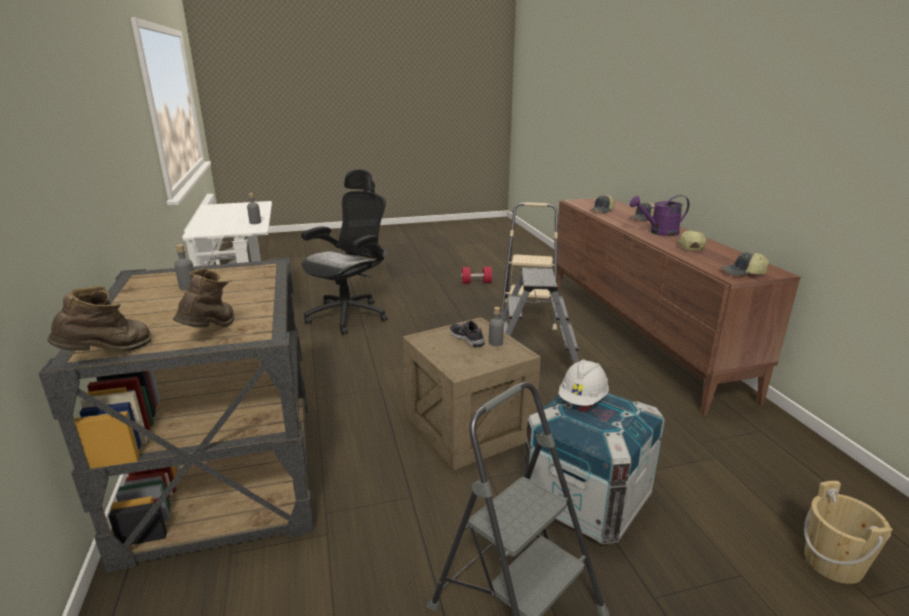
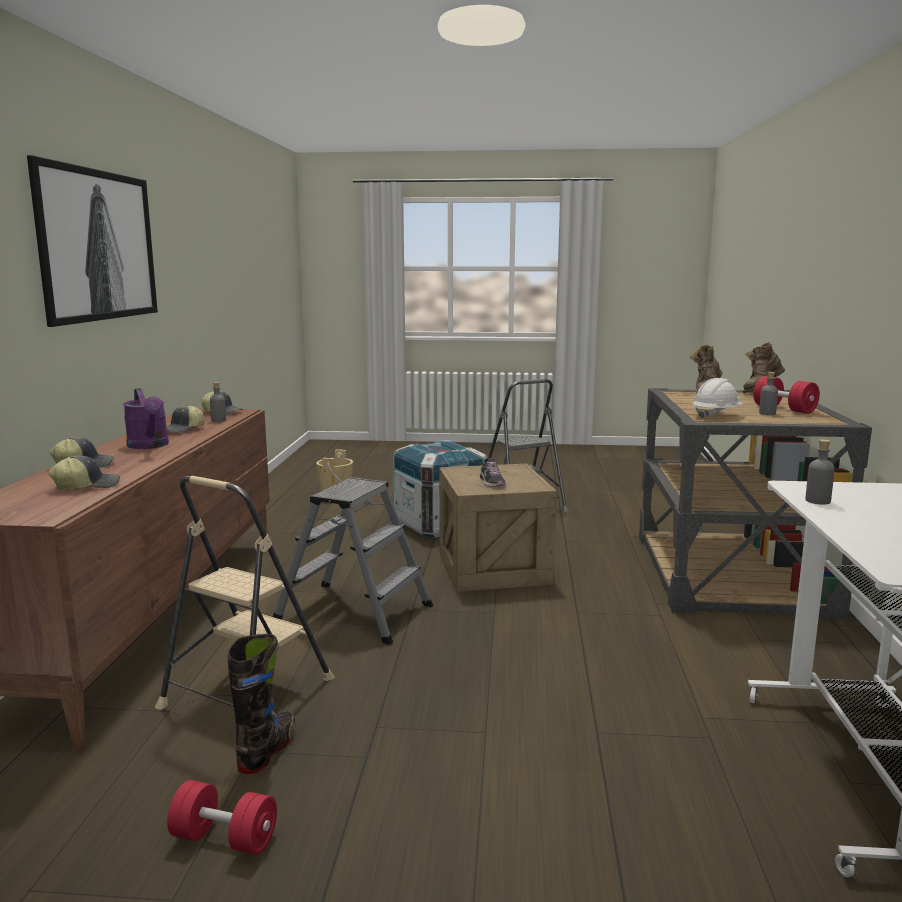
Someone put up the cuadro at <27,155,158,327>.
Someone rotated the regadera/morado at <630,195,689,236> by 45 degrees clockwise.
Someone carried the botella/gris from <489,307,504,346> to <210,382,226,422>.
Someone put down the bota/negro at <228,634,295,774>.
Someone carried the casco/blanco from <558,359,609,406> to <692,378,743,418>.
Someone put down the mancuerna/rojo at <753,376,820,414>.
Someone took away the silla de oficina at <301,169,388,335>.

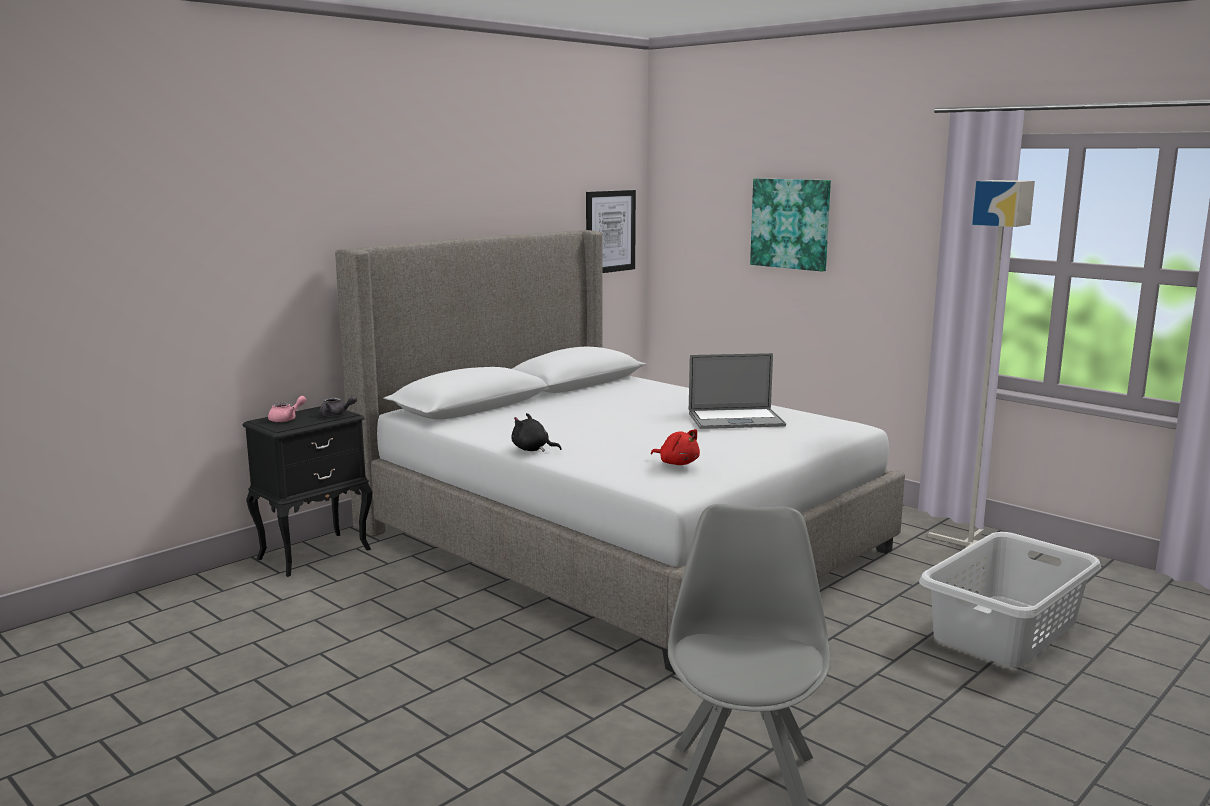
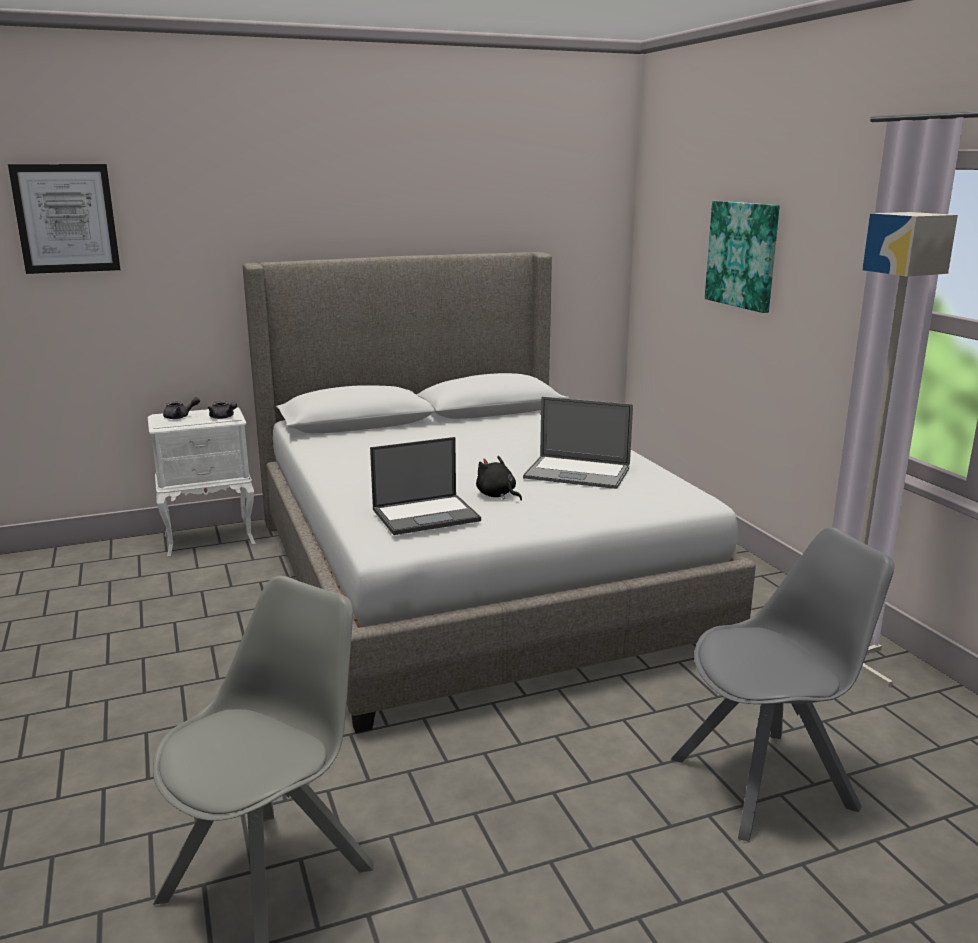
Someone carried the cuadro from <586,190,636,273> to <8,164,121,274>.
Someone repainted the mesita de noche/negro at <243,406,372,577>, which became the mesita de noche/blanco at <148,407,256,556>.
Someone repainted the tetera/rosa at <268,396,306,422>, which became the tetera/gris at <163,397,200,419>.
Someone swapped the peluche/rojo at <651,429,700,465> for the portátil at <370,437,481,535>.
Someone carried the peluche/negro from <511,413,562,452> to <476,456,522,501>.
Someone swapped the cesto de la ropa/gris at <919,532,1101,667> for the silla/gris at <671,527,894,842>.

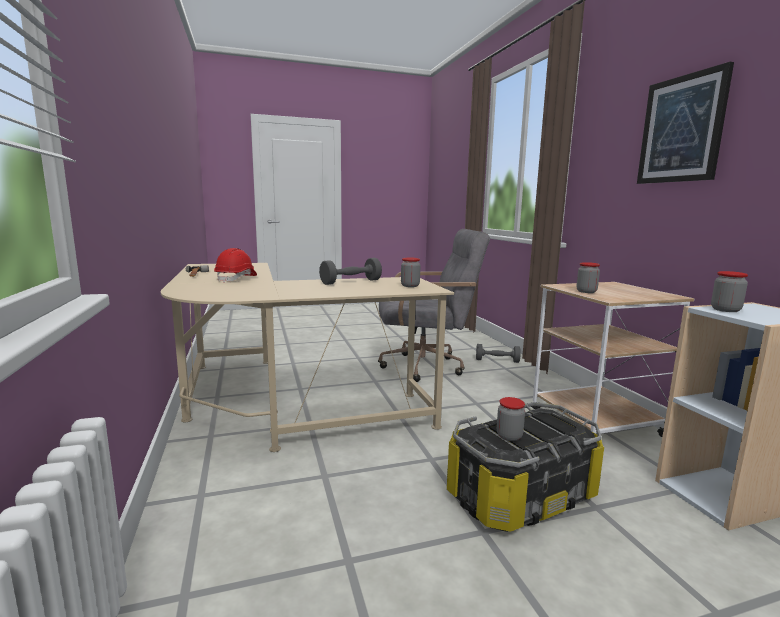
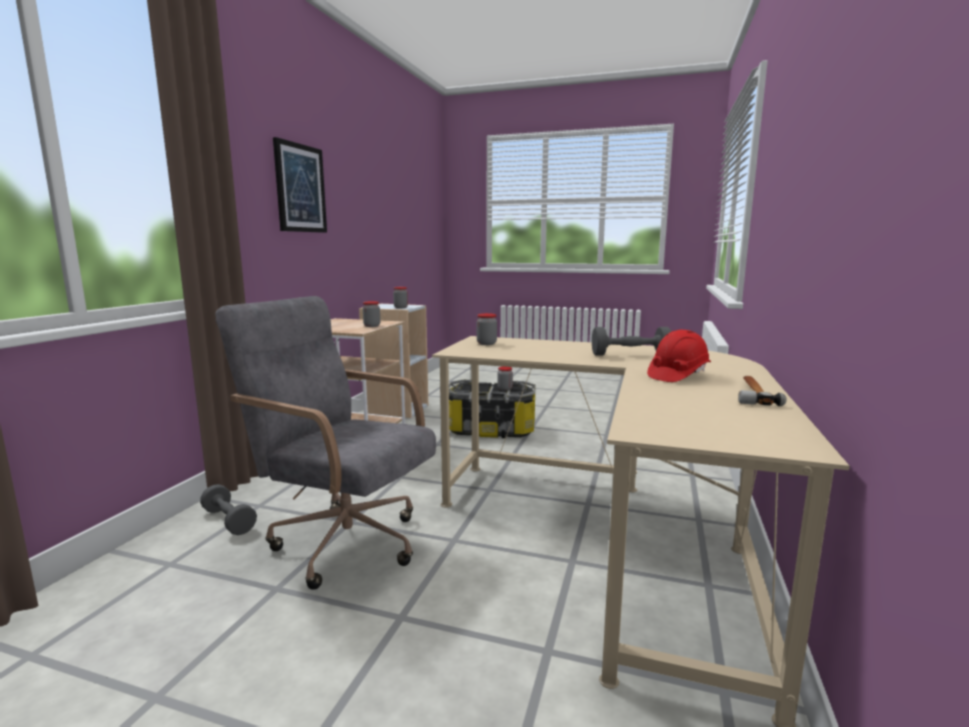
Someone carried the mancuerna/gris from <319,258,382,285> to <592,327,671,356>.

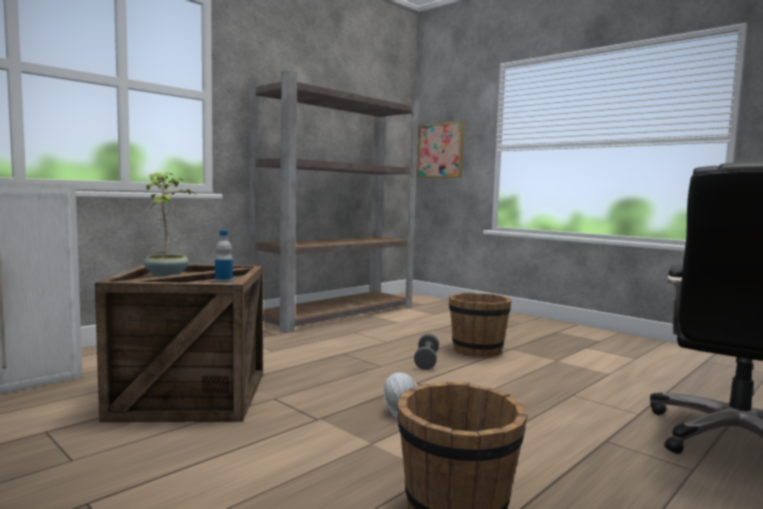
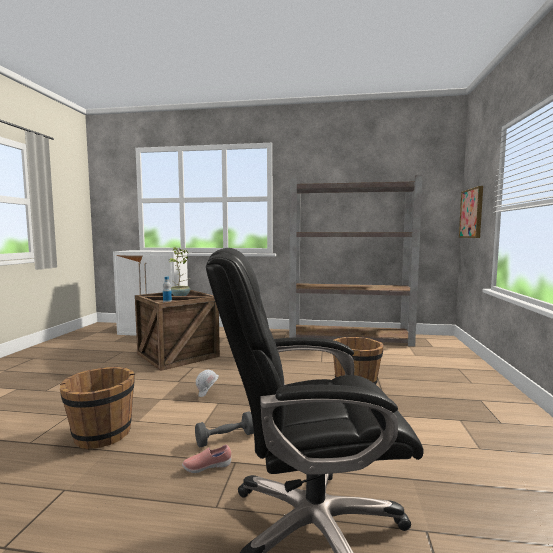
Someone put down the zapato/rosa at <182,445,231,473>.
Someone carried the mancuerna/gris from <414,334,439,370> to <195,411,254,447>.

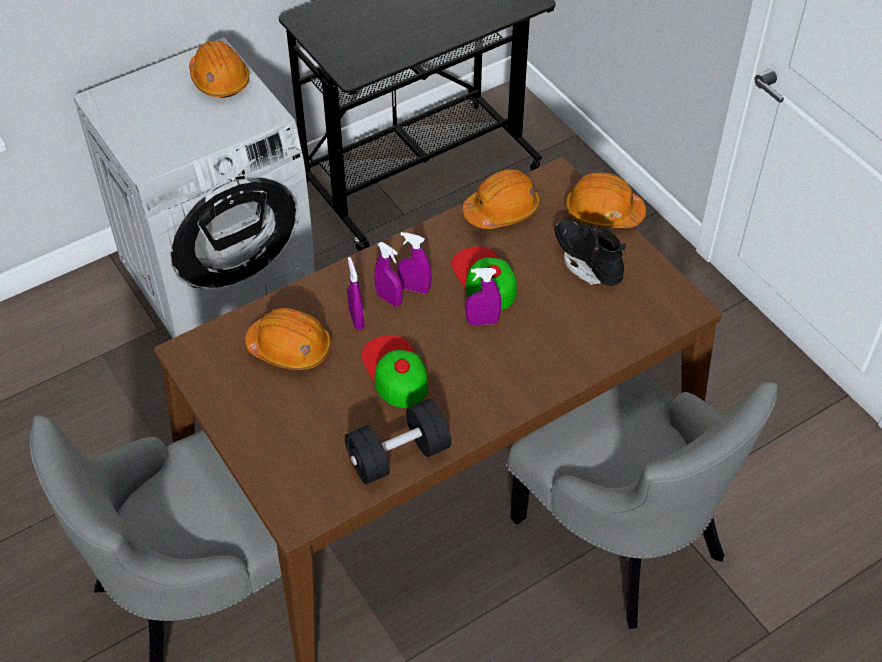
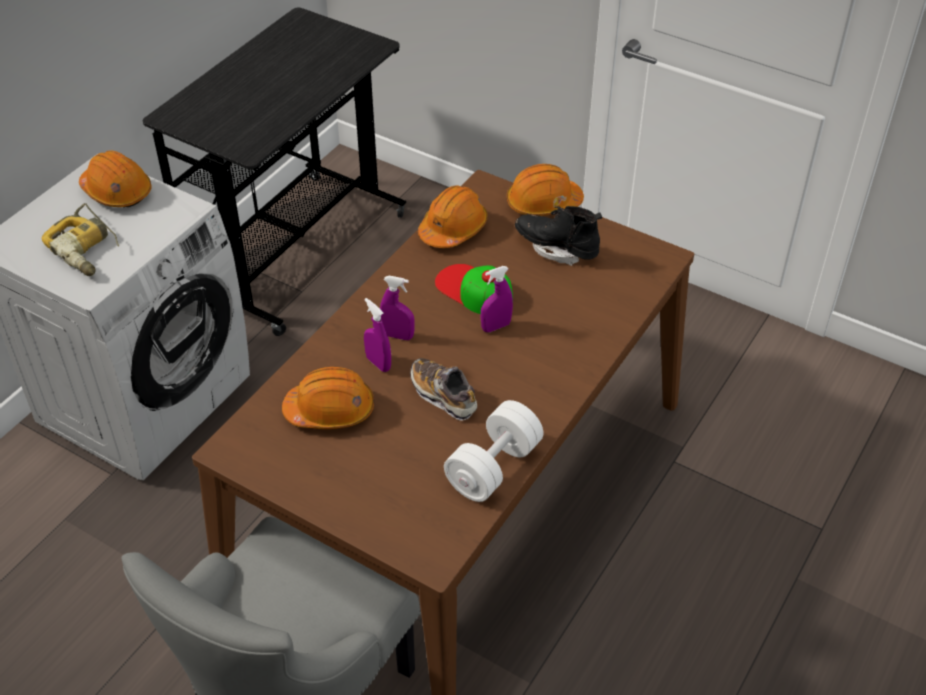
Someone put down the taladro at <41,203,119,276>.
Someone swapped the gorra at <361,335,428,408> for the zapato at <410,358,477,421>.
Someone repainted the mancuerna/negro at <345,399,451,484>, which became the mancuerna/blanco at <444,400,543,502>.
Someone took away the pulverizador/morado at <397,232,432,294>.
Someone took away the silla/gris at <506,372,778,629>.

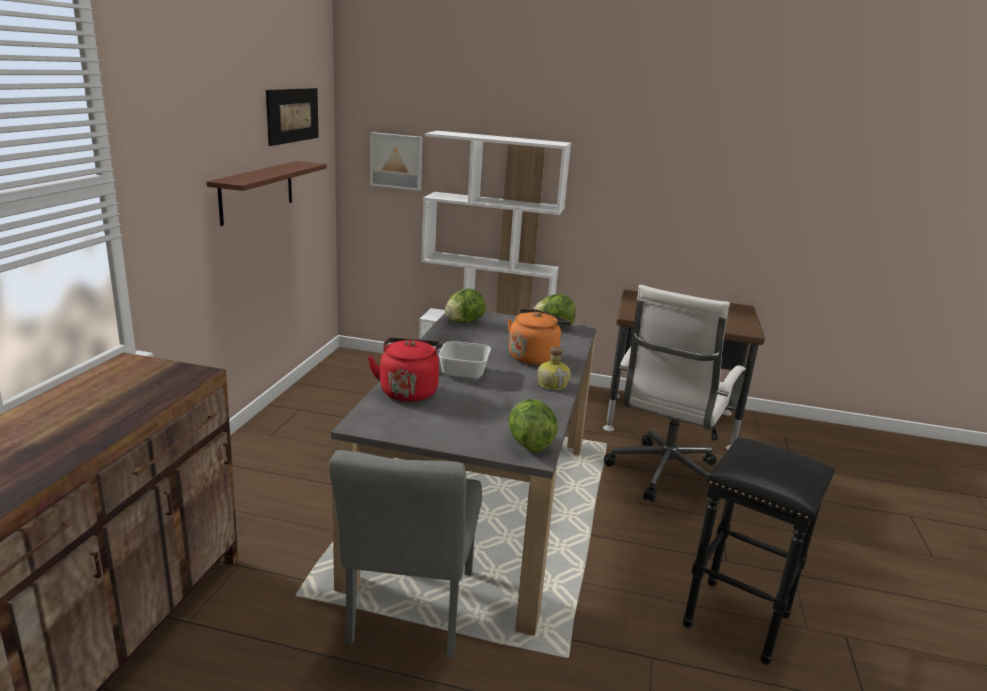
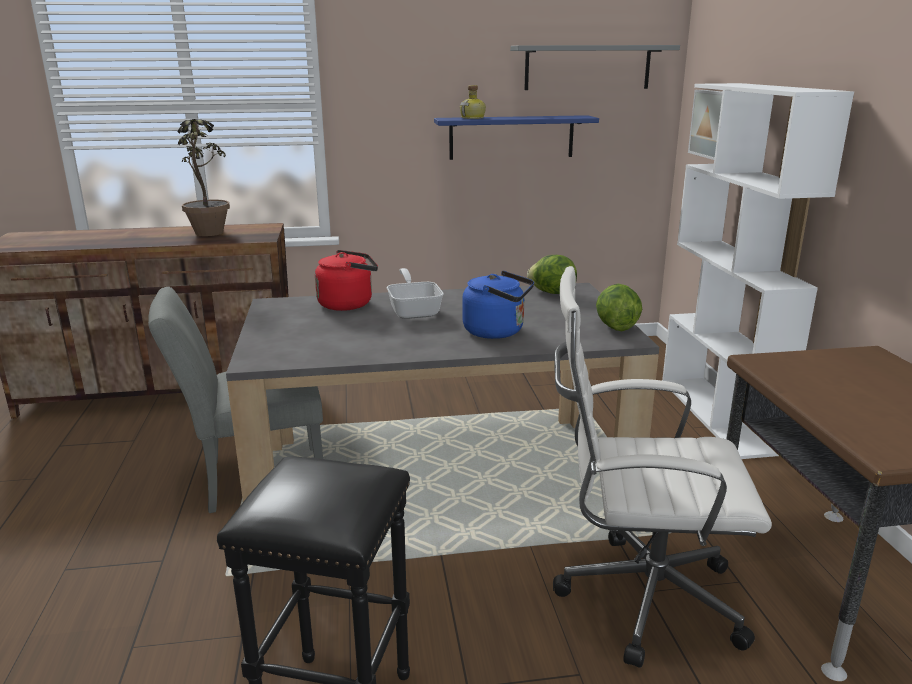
Someone put down the planta en maceta at <178,119,230,236>.
Someone repainted the estante/marrón at <207,161,327,226>, which became the estante/azul at <434,115,599,160>.
Someone carried the botella from <538,346,571,390> to <460,85,486,119>.
Someone repainted the hervidor/naranja at <507,309,571,365>, which became the hervidor/azul at <462,271,534,339>.
Someone swapped the cuadro at <266,88,319,146> for the estante/gris at <510,45,680,90>.
Someone took away the lechuga at <508,399,558,452>.

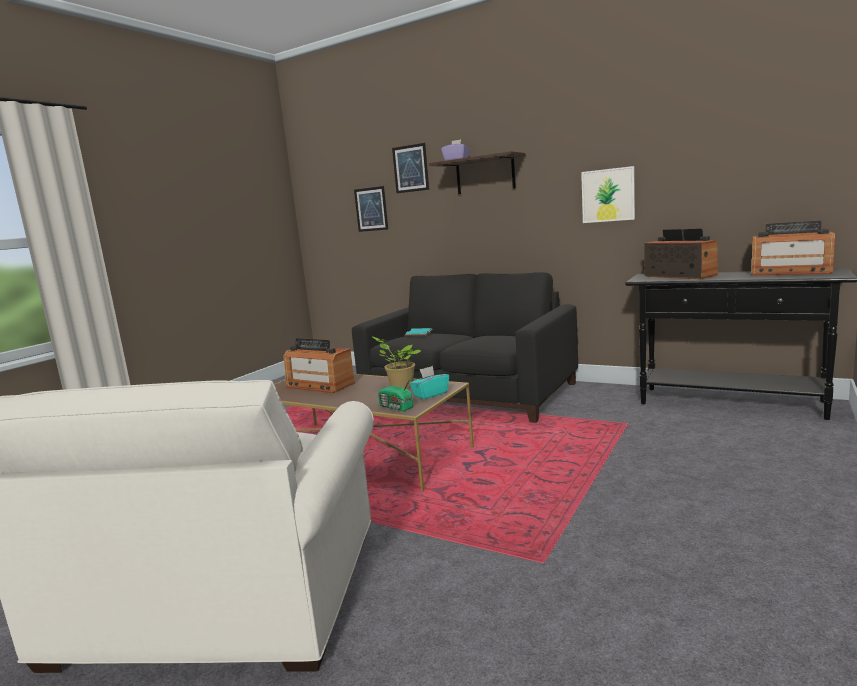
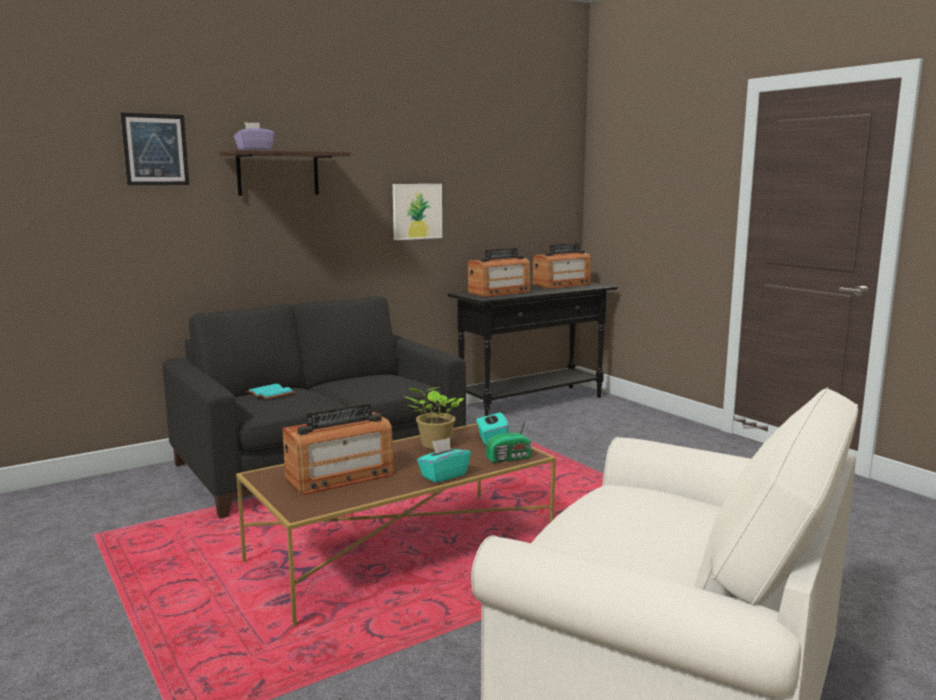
Someone put down the caja de pañuelos/turquesa at <417,438,471,483>.
Someone rotated the radio at <644,229,718,279> by 150 degrees clockwise.
Someone took away the cuadro at <354,186,388,232>.

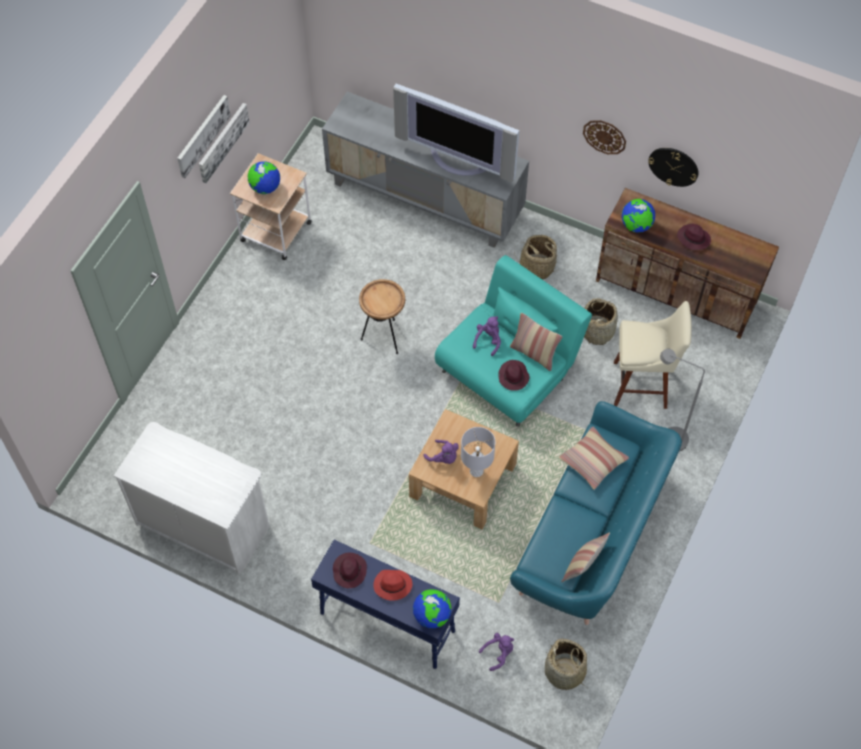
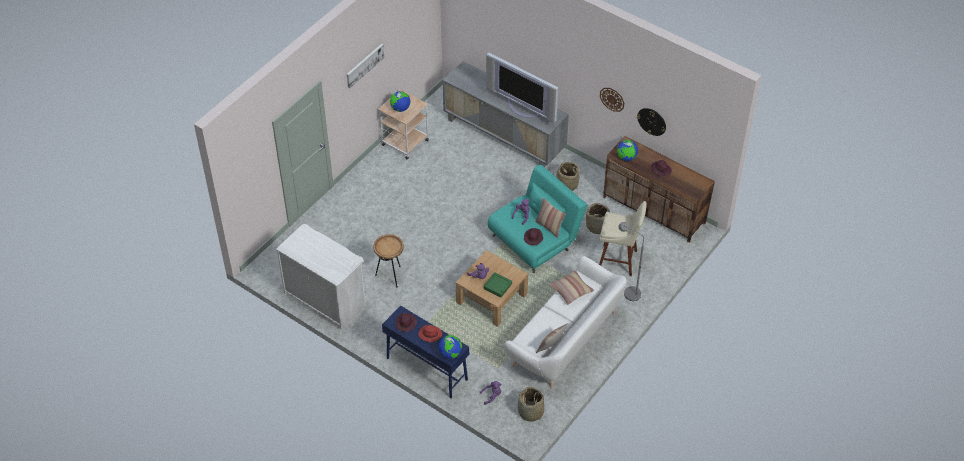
Someone carried the mesa auxiliar/marrón from <359,279,405,354> to <373,234,404,287>.
Someone swapped the lámpara de mesa/gris at <461,427,495,477> for the bandeja/verde at <484,272,512,297>.
Someone repainted the sofá/turquesa at <510,401,682,625>, which became the sofá/blanco at <504,256,627,389>.
Someone took away the cuadro at <199,103,250,183>.

